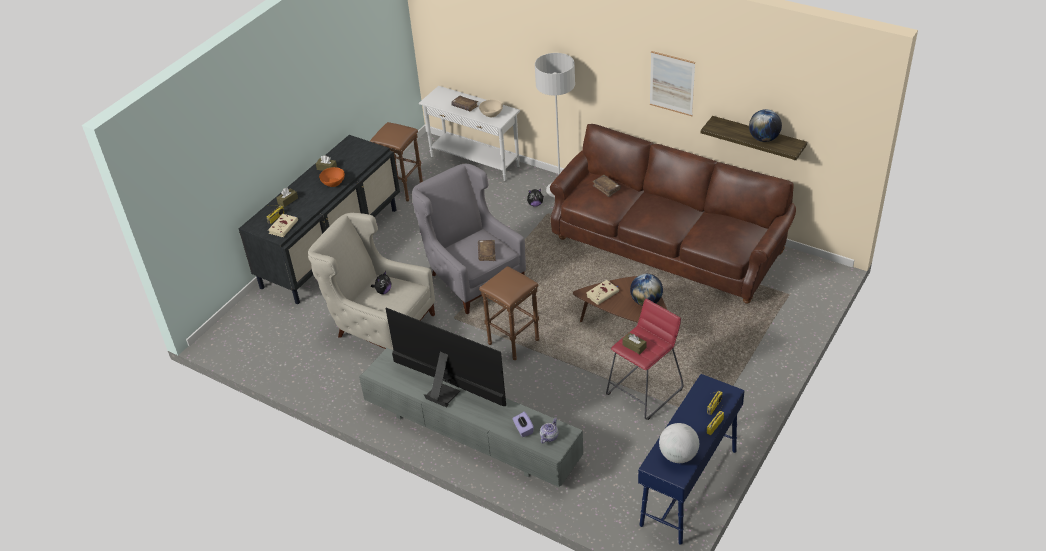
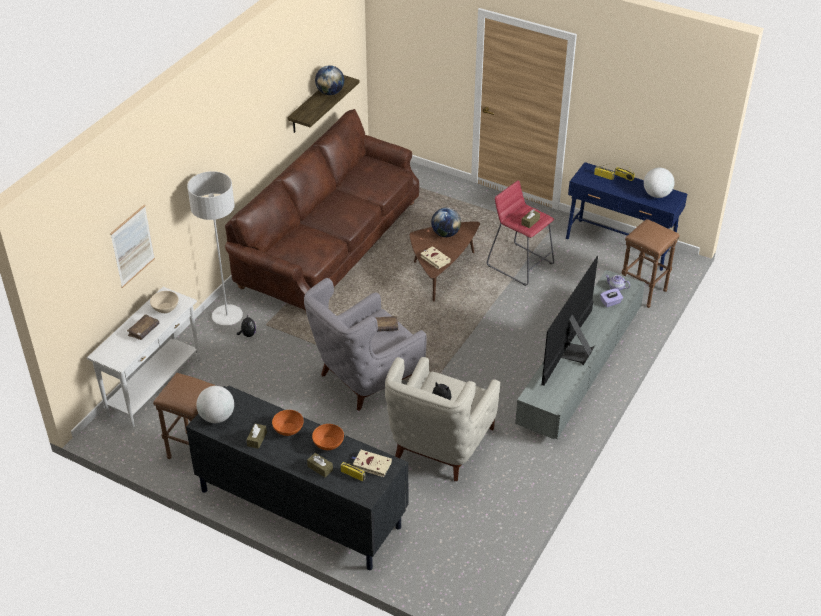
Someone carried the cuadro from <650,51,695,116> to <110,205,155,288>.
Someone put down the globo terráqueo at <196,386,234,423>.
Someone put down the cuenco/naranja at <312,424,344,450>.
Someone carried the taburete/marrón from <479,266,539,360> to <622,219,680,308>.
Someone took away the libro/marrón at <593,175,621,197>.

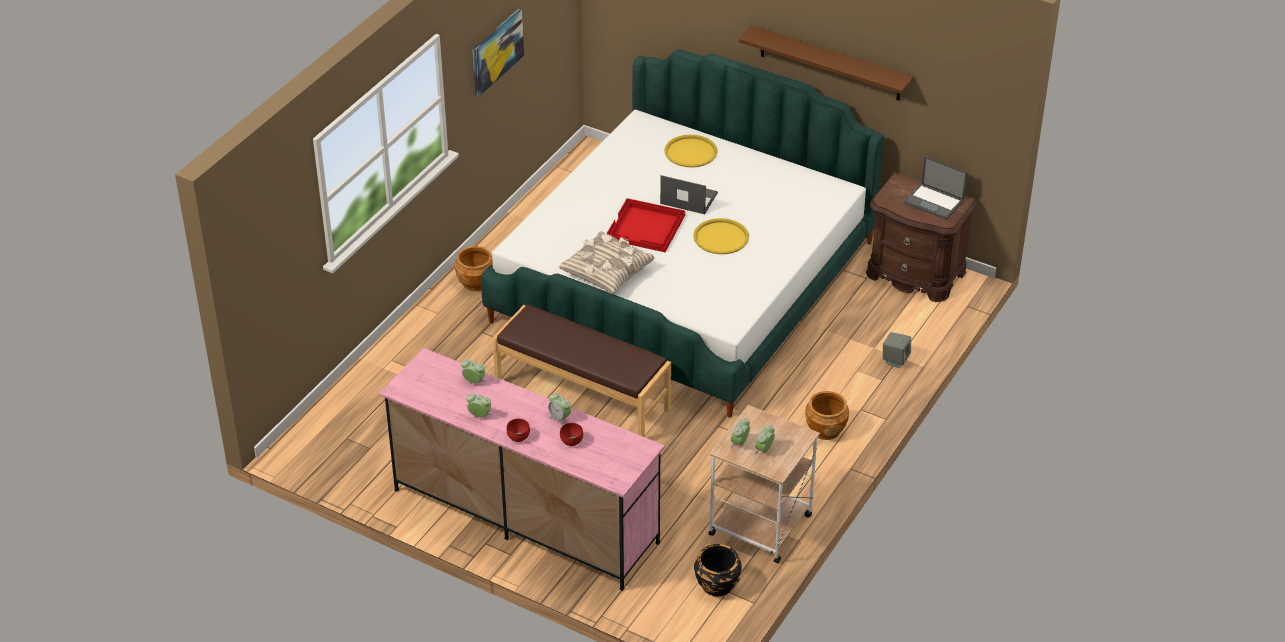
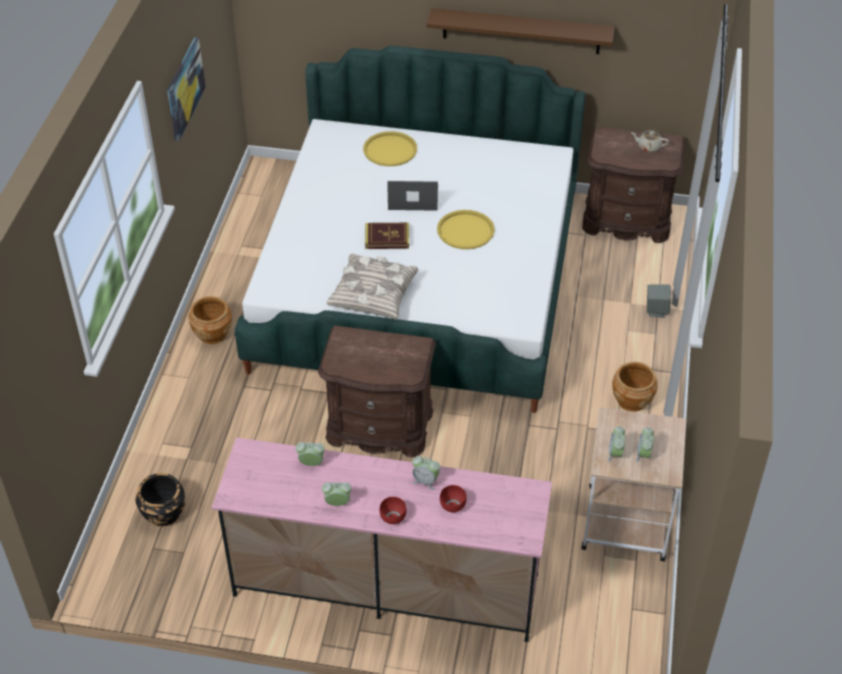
Someone carried the maceta/negro from <694,544,742,597> to <136,473,185,527>.
Someone swapped the banco/marrón at <492,305,671,437> for the mesita de noche/marrón at <318,325,436,458>.
Someone swapped the bandeja/rojo at <607,198,685,252> for the libro at <365,223,409,249>.
Someone swapped the portátil at <904,156,968,220> for the tetera/beis at <631,130,669,152>.

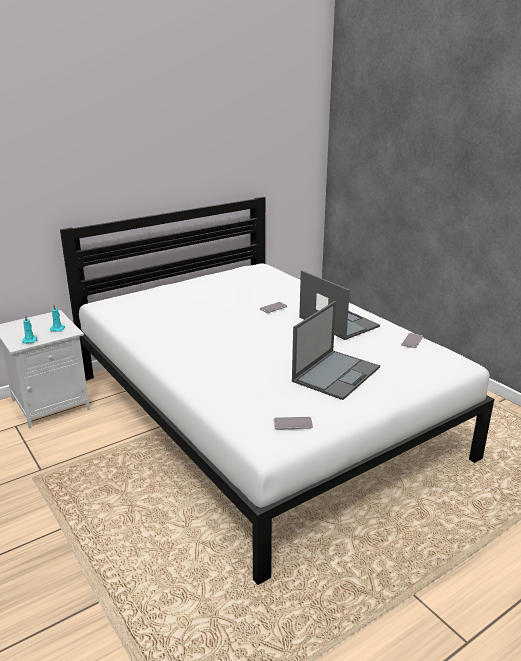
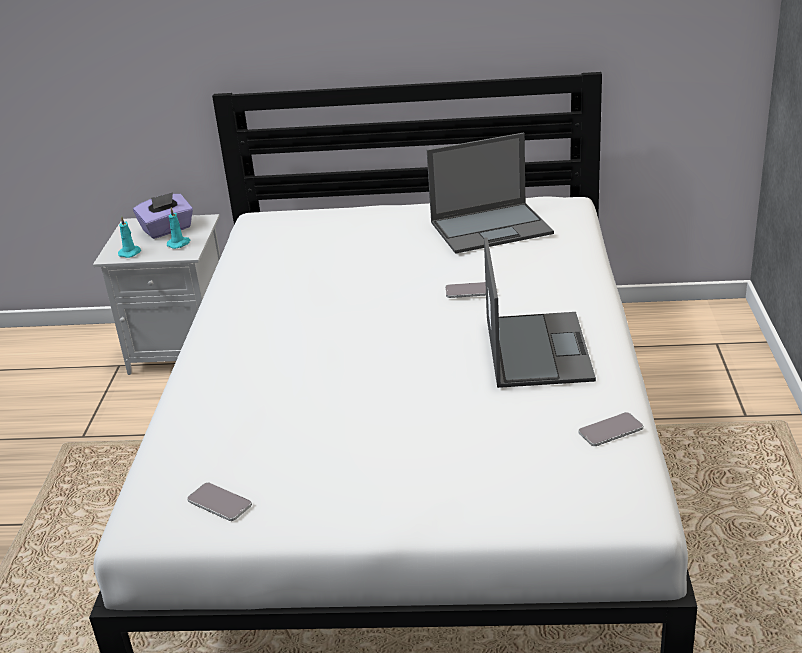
Someone put down the caja de pañuelos/morado at <133,192,193,239>.
Someone carried the portátil from <292,301,380,400> to <427,133,554,254>.

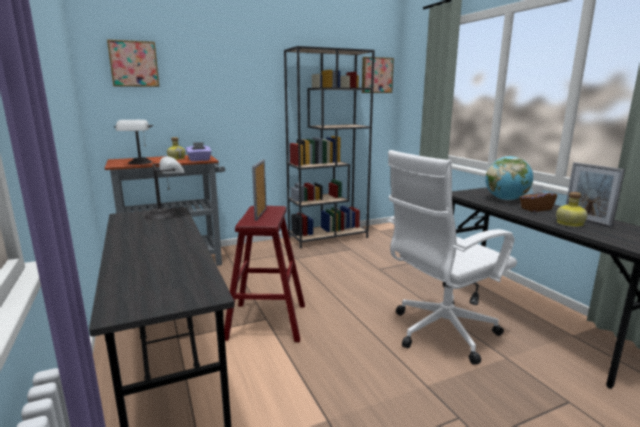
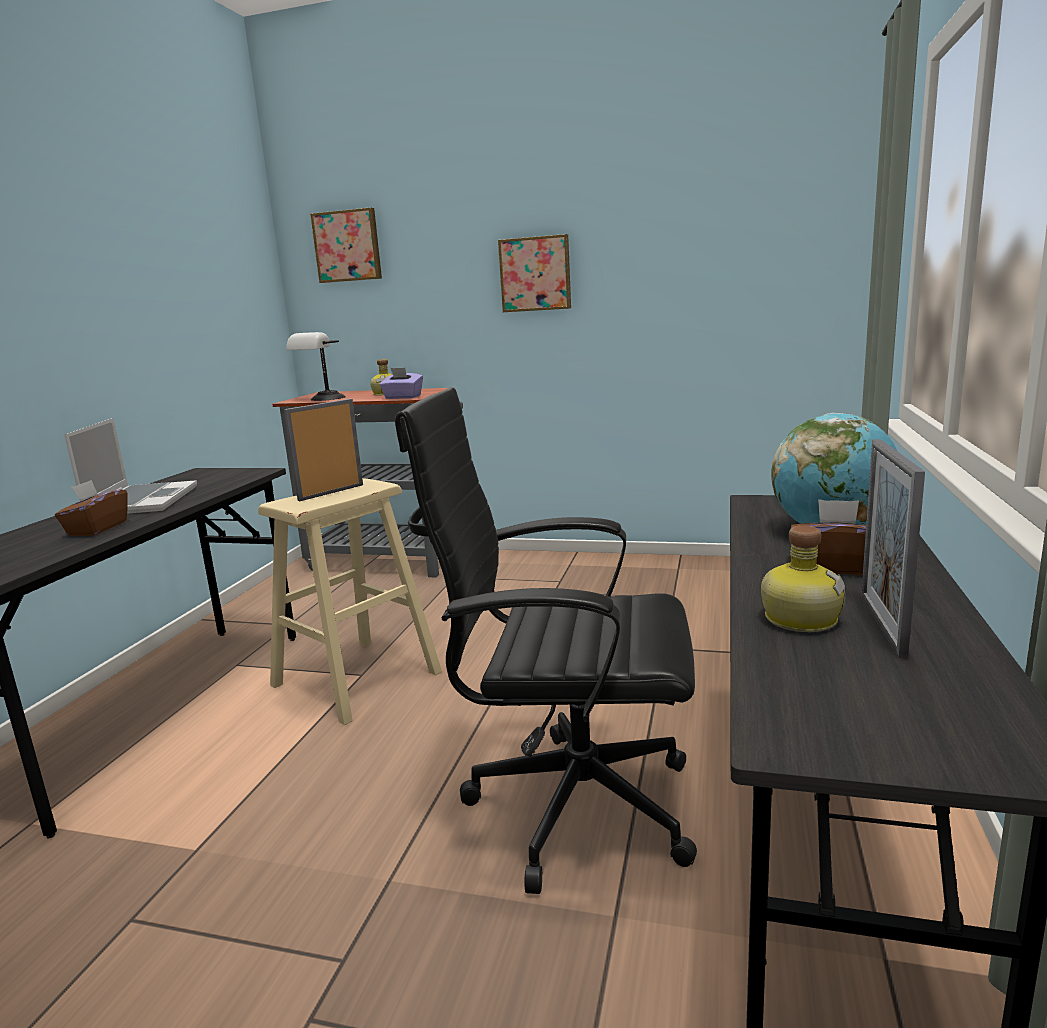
Someone put down the caja de pañuelos/marrón at <55,480,128,536>.
Someone put down the portátil at <64,418,197,514>.
Someone repainted the taburete/rojo at <224,206,305,342>, which became the taburete/beis at <258,478,442,725>.
Someone repainted the silla de oficina/blanco at <387,150,517,365>, which became the silla de oficina/negro at <395,387,697,894>.
Someone carried the cuadro from <362,57,394,93> to <498,234,571,312>.
Someone took away the lámpara de mesa at <144,156,185,220>.
Someone took away the estantería at <284,46,375,248>.

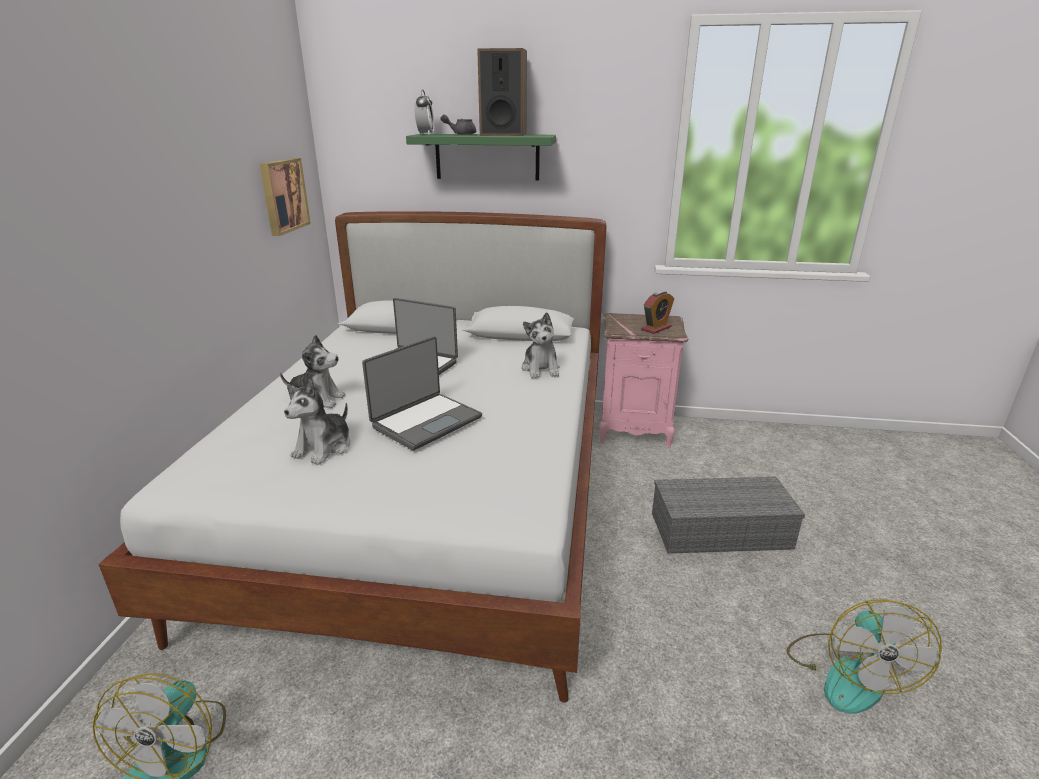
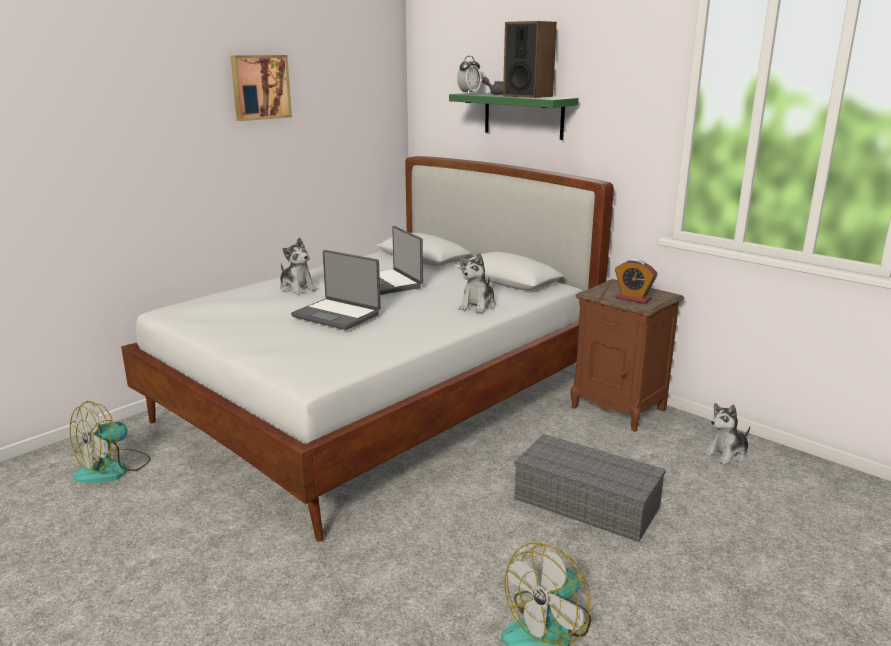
Someone carried the cuadro from <259,158,311,236> to <230,55,292,121>.
Someone rotated the portátil at <362,336,482,451> by 45 degrees clockwise.
Someone repainted the mesita de noche/rosa at <599,313,688,448>, which became the mesita de noche/marrón at <570,279,684,432>.
Someone rotated the despertador at <641,291,674,334> by 45 degrees clockwise.
Someone carried the peluche from <284,380,350,465> to <703,403,750,465>.

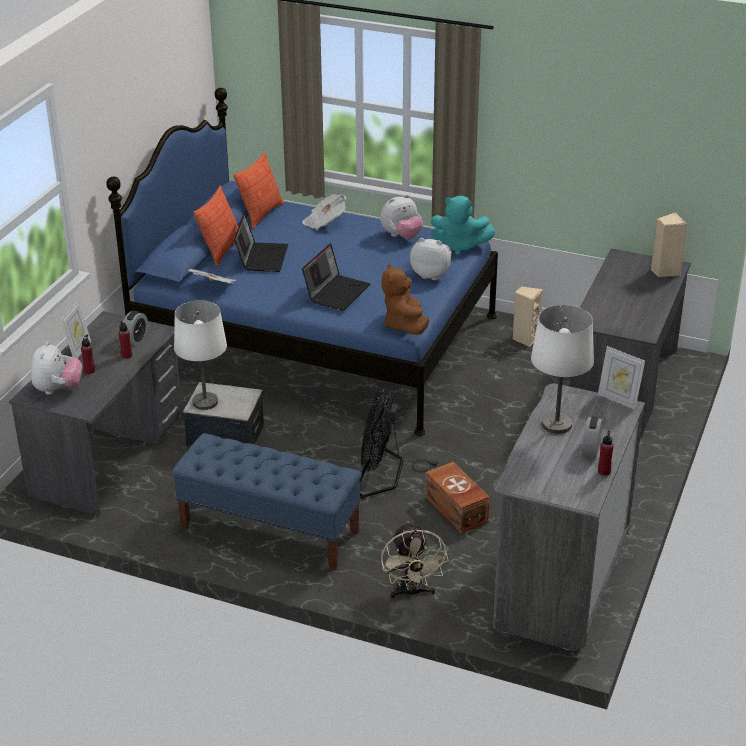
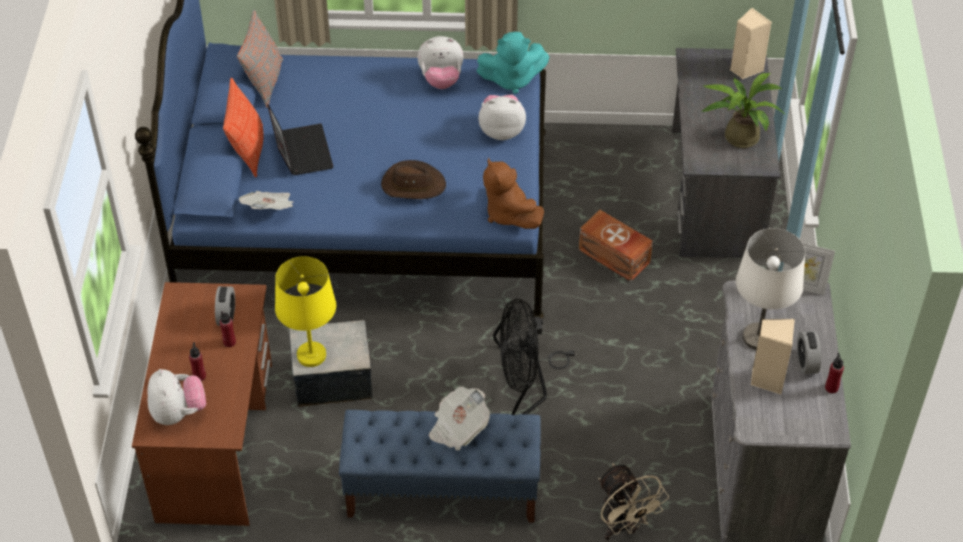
Someone repainted the escritorio/gris at <9,311,183,516>, which became the escritorio/marrón at <132,282,272,526>.
Someone repainted the cojín/naranja at <233,152,284,229>, which became the cojín/gris at <237,10,283,108>.
Someone repainted the lámpara de mesa/blanco at <174,300,227,410>, which became the lámpara de mesa/amarillo at <275,256,336,367>.
Someone swapped the portátil at <302,243,370,311> for the sombrero/marrón at <381,160,446,199>.
Someone rotated the peluche at <380,194,423,239> by 45 degrees clockwise.
Someone carried the periódico from <302,194,347,230> to <429,386,490,451>.
Someone carried the caja de almacenaje/marrón from <425,462,490,533> to <579,210,653,281>.
Someone put down the planta en maceta at <702,73,786,148>.
Someone carried the altavoz/beis from <512,286,543,347> to <751,319,795,394>.
Someone took away the portarretratos at <61,300,91,358>.

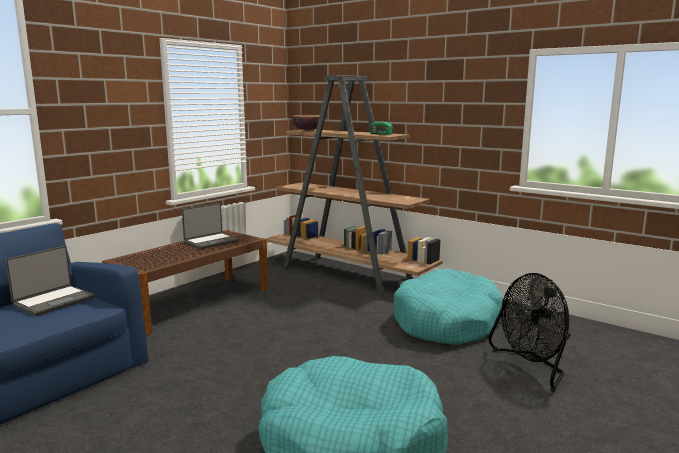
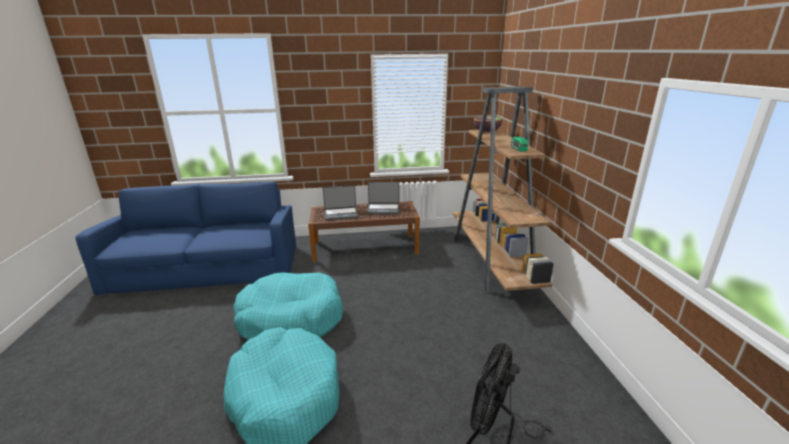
Someone carried the cama para perro/turquesa from <393,268,502,345> to <233,272,343,340>.
Someone carried the portátil from <5,246,95,316> to <323,185,358,220>.

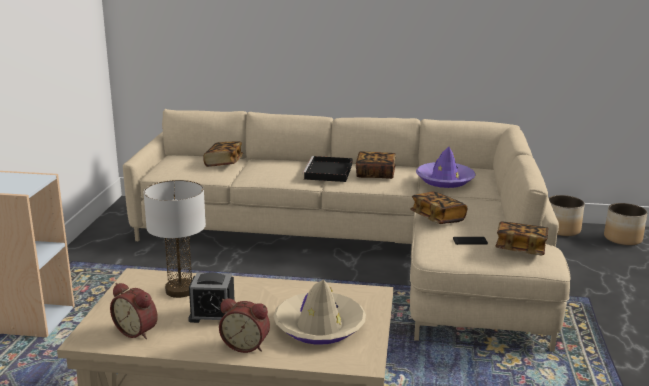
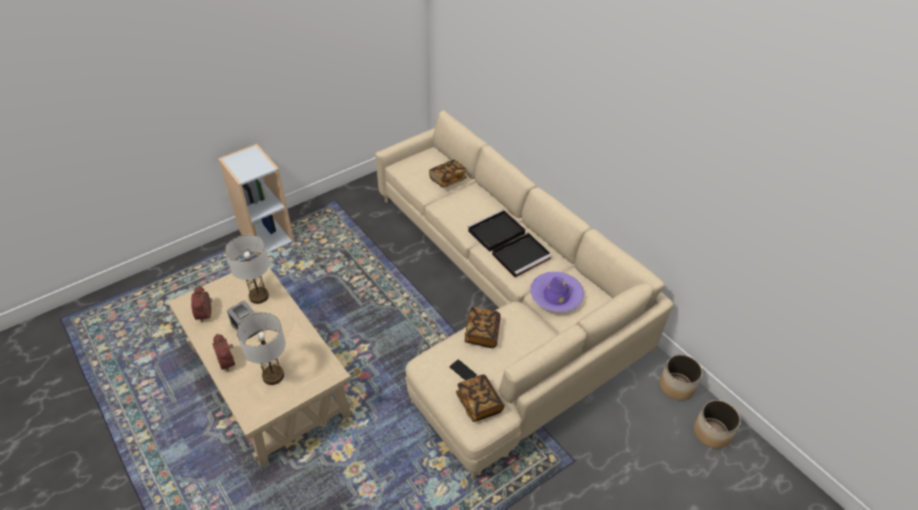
Someone swapped the sombrero/beis at <273,279,366,345> for the lámpara de mesa at <237,312,286,385>.
Someone swapped the libro at <356,151,396,179> for the bandeja/negro at <492,233,552,277>.

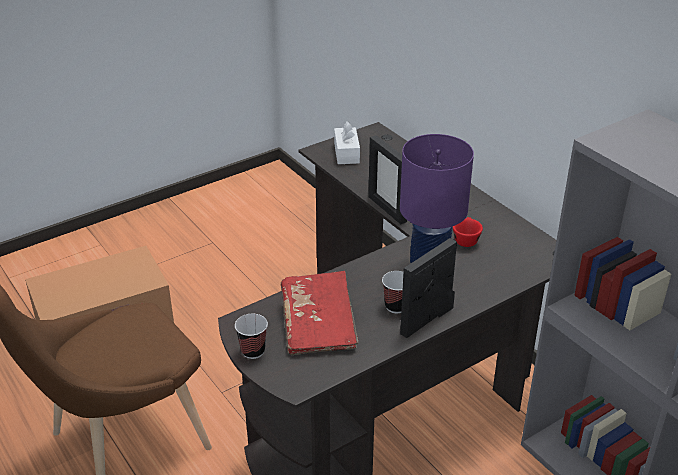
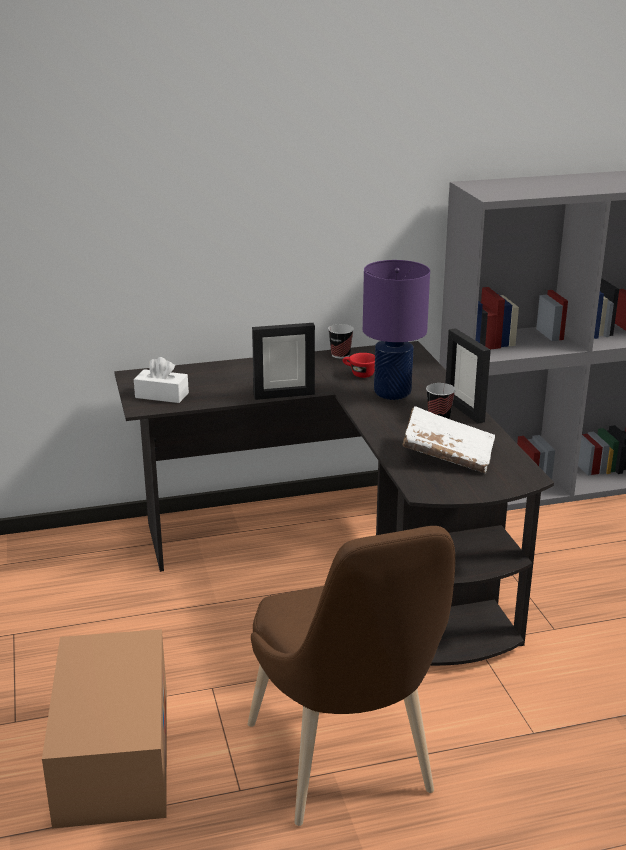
Someone carried the taza from <235,314,268,359> to <328,324,354,359>.
Someone repainted the libro/rojo at <281,271,358,355>, which became the libro/blanco at <402,406,495,474>.

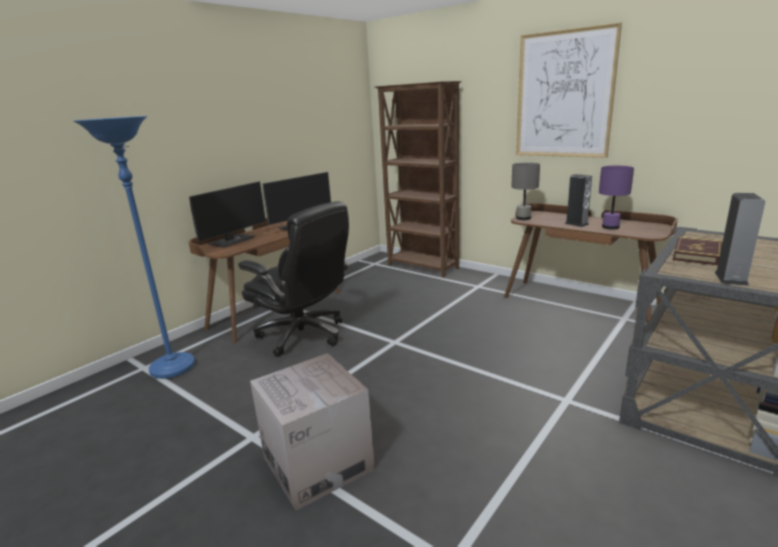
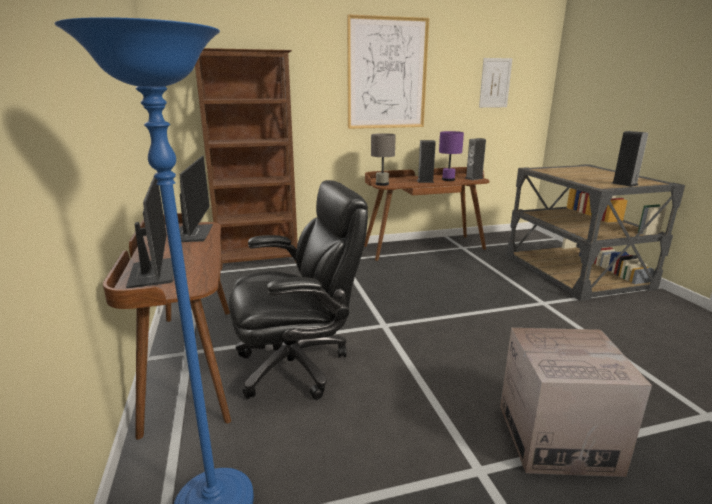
Someone put down the altavoz at <465,138,486,180>.
Someone put up the cuadro at <479,58,513,108>.
Someone took away the libro at <673,237,722,266>.

